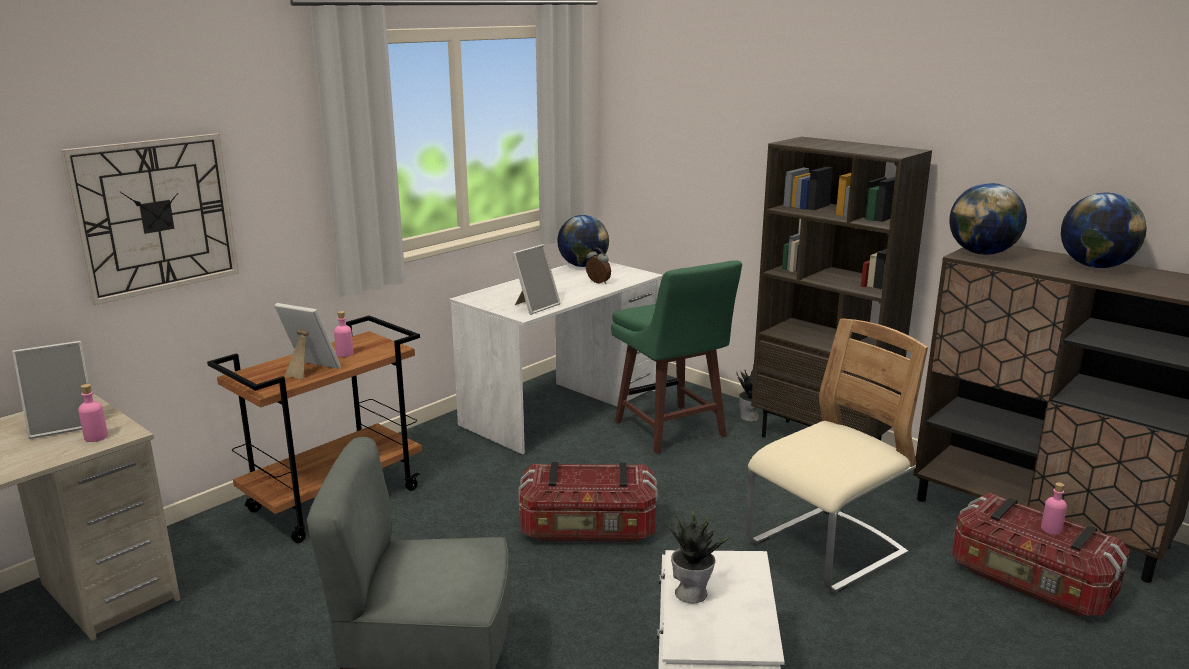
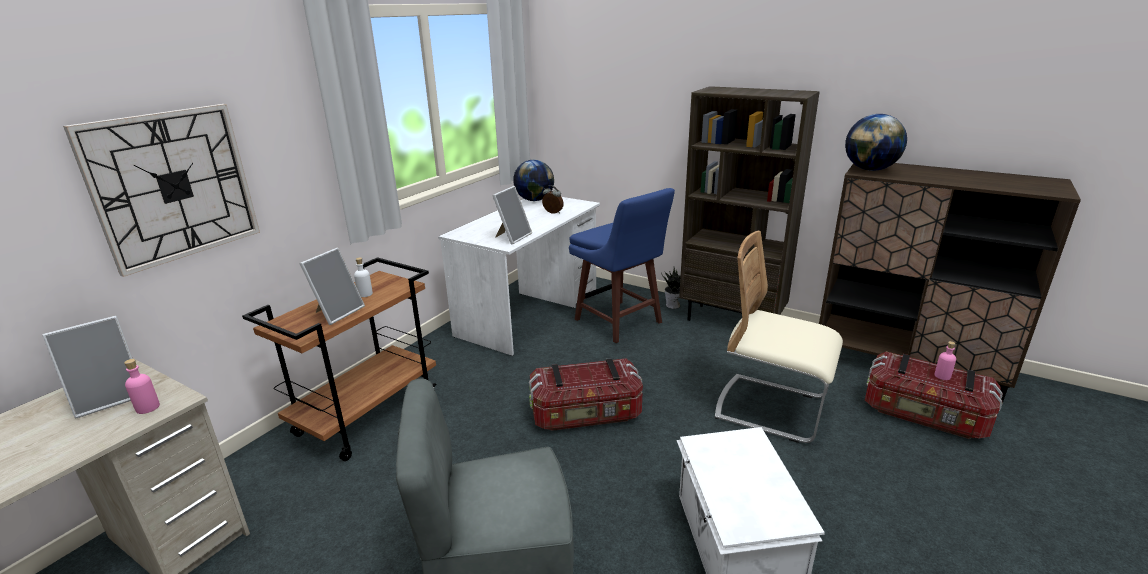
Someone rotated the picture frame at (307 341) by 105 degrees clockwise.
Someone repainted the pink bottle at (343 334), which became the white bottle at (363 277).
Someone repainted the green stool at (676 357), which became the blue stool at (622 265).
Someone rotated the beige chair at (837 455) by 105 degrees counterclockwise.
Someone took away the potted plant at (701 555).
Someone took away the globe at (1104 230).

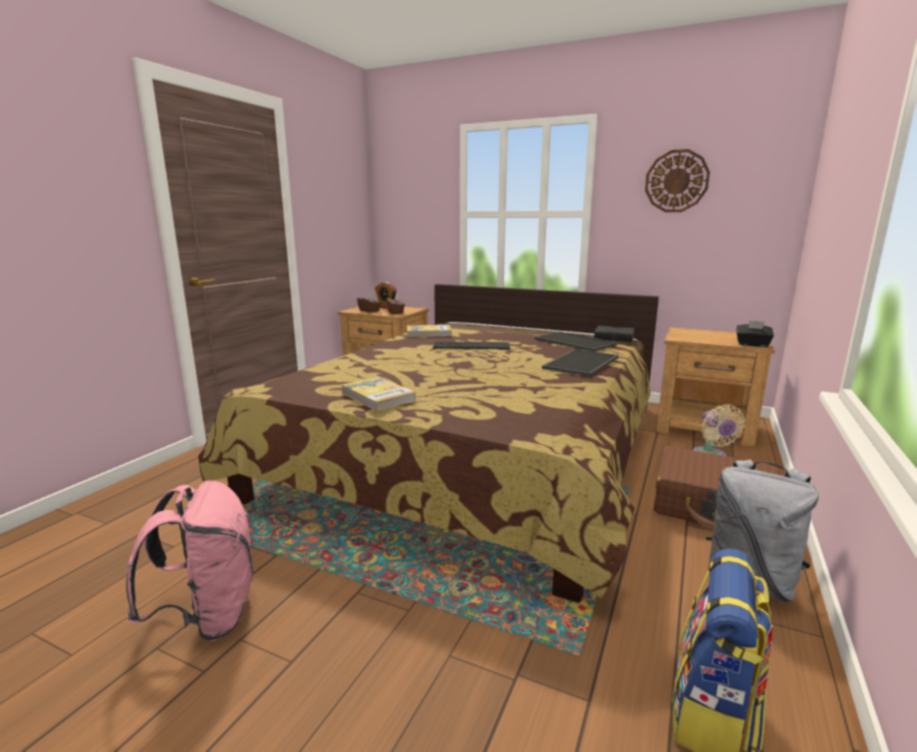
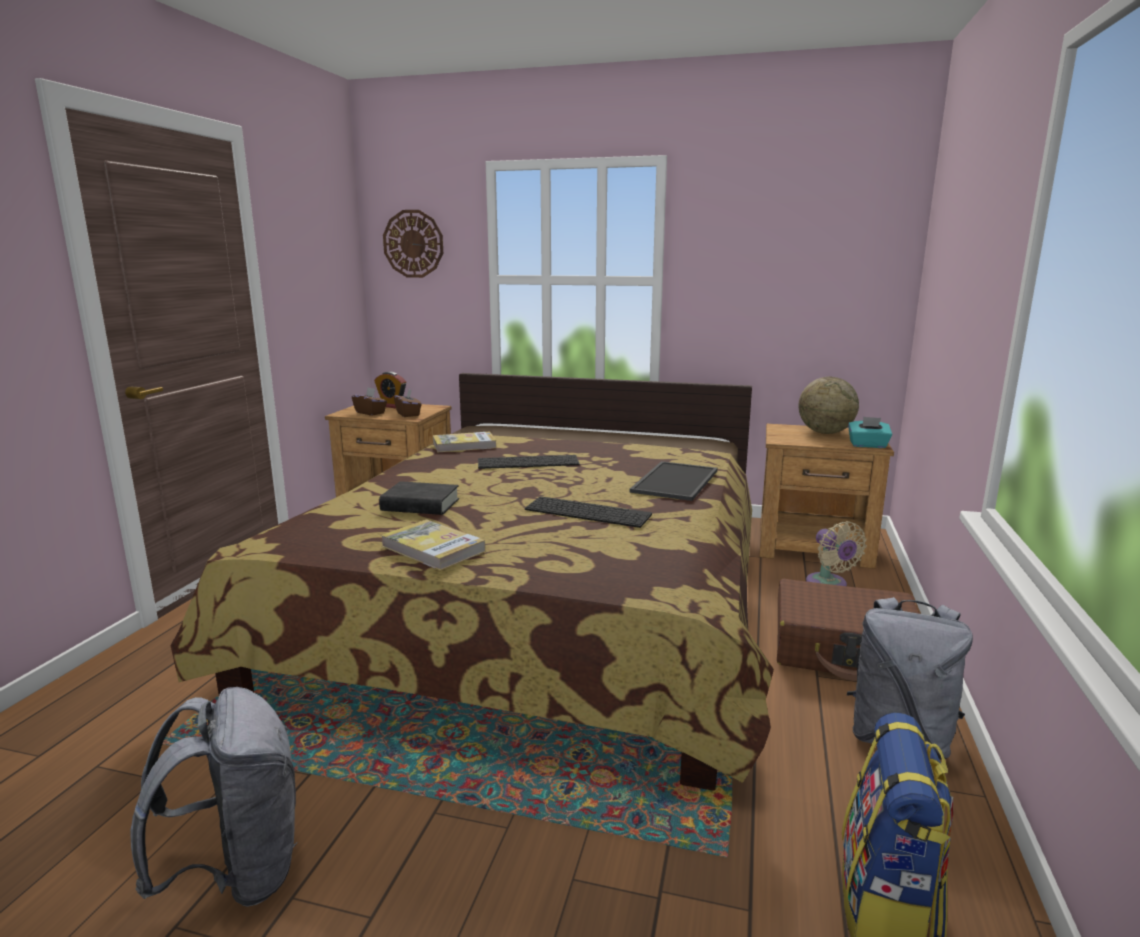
Someone repainted the pink backpack at (189 560), which became the grey backpack at (214 797).
Someone carried the black book from (614 334) to (419 498).
Someone carried the wall clock from (677 180) to (413 244).
Someone put down the keyboard at (588 512).
Someone put down the globe at (829 405).
Someone repainted the black tissue box at (755 333), which became the turquoise tissue box at (870 432).
Someone took away the tray at (576 341).

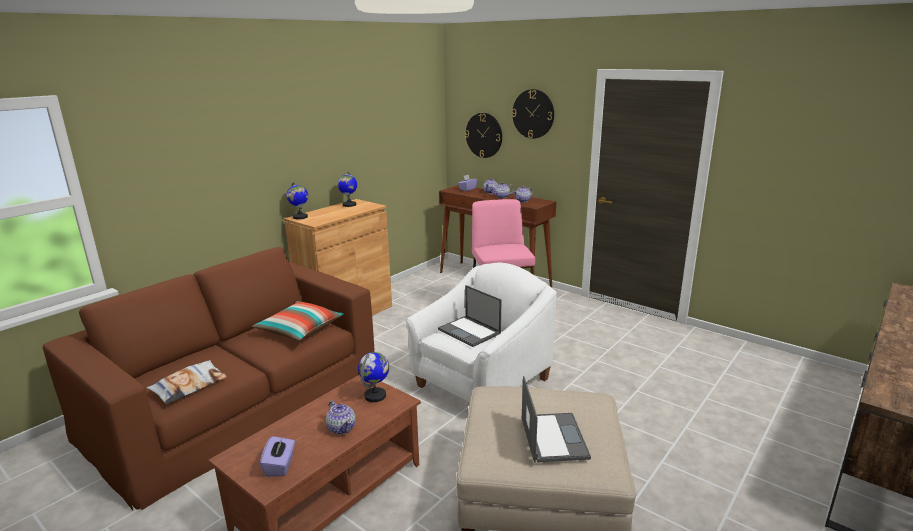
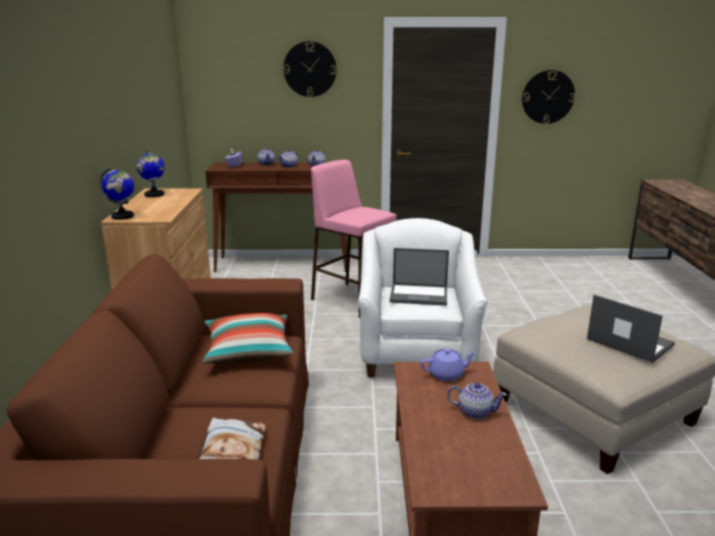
Someone swapped the globe at (373 377) for the purple teapot at (449 365).
Someone carried the wall clock from (483 135) to (548 97).
Someone took away the purple tissue box at (277 456).

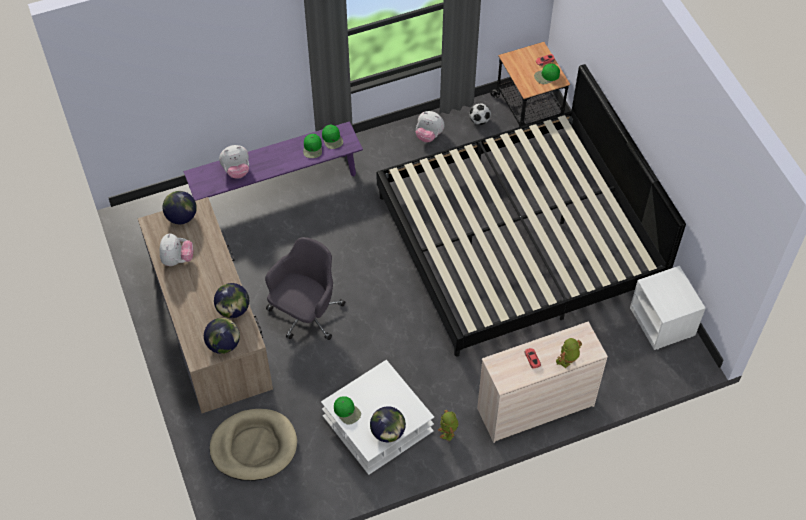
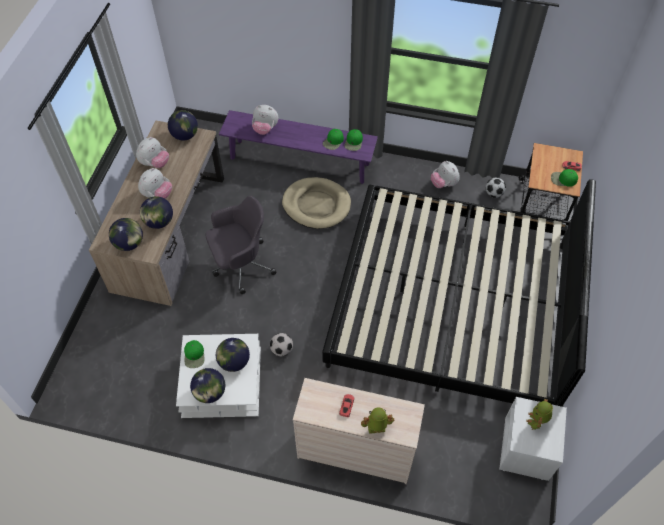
Someone put down the plush toy at (155 183).
Someone put down the globe at (233 355).
Someone put down the football at (281 344).
Someone carried the beige dog bed from (253 445) to (316 203).
Someone carried the toy robot from (448 426) to (539 414).

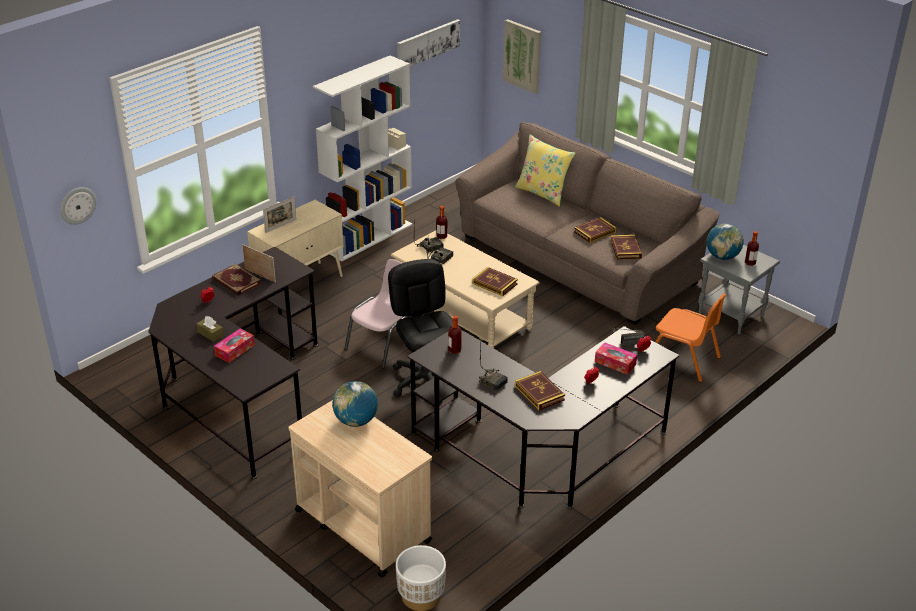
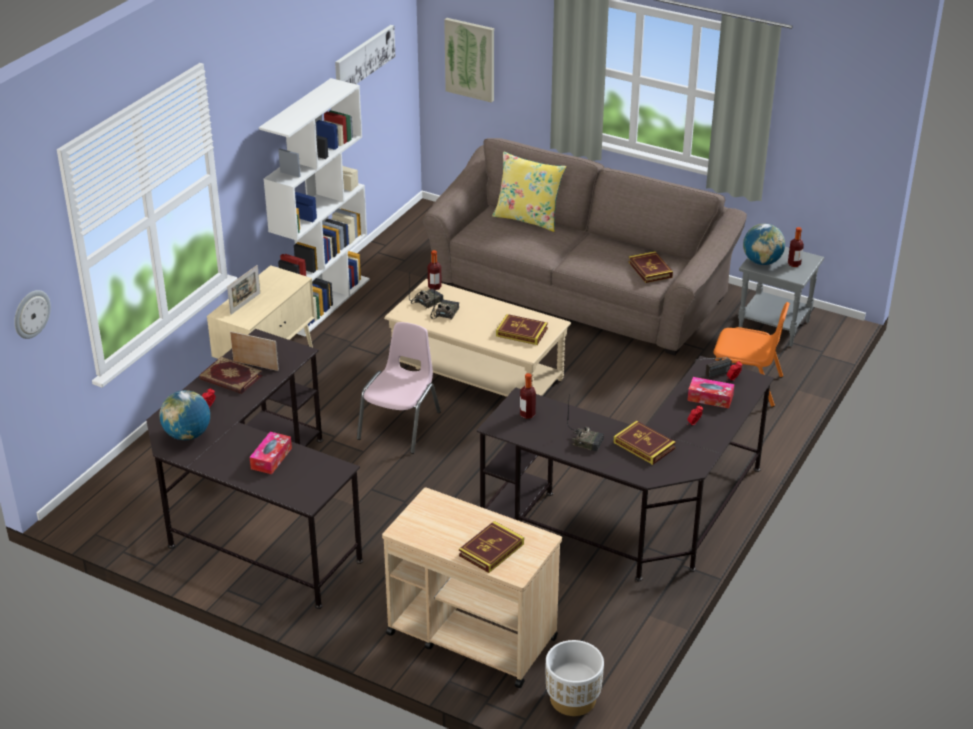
Someone carried the globe from (355 404) to (184 415).
Someone carried the book from (595 230) to (491 547).
Someone took away the brown tissue box at (210 329).
Someone took away the black office chair at (420 331).

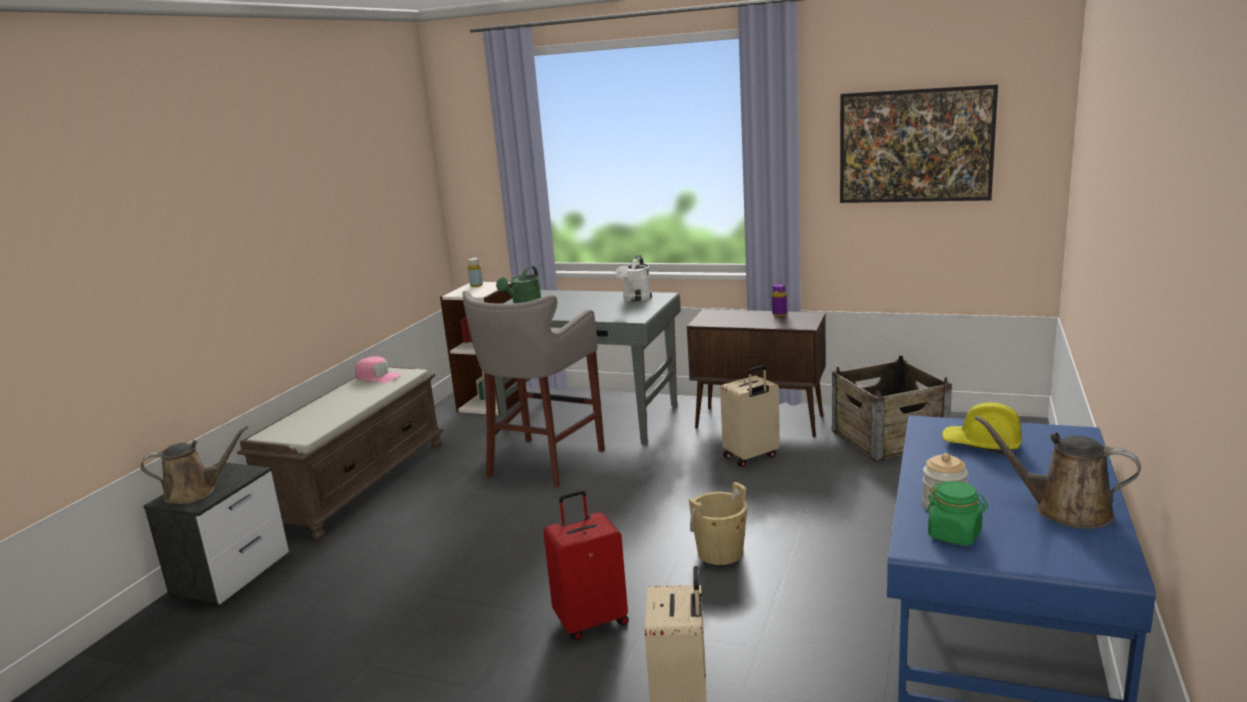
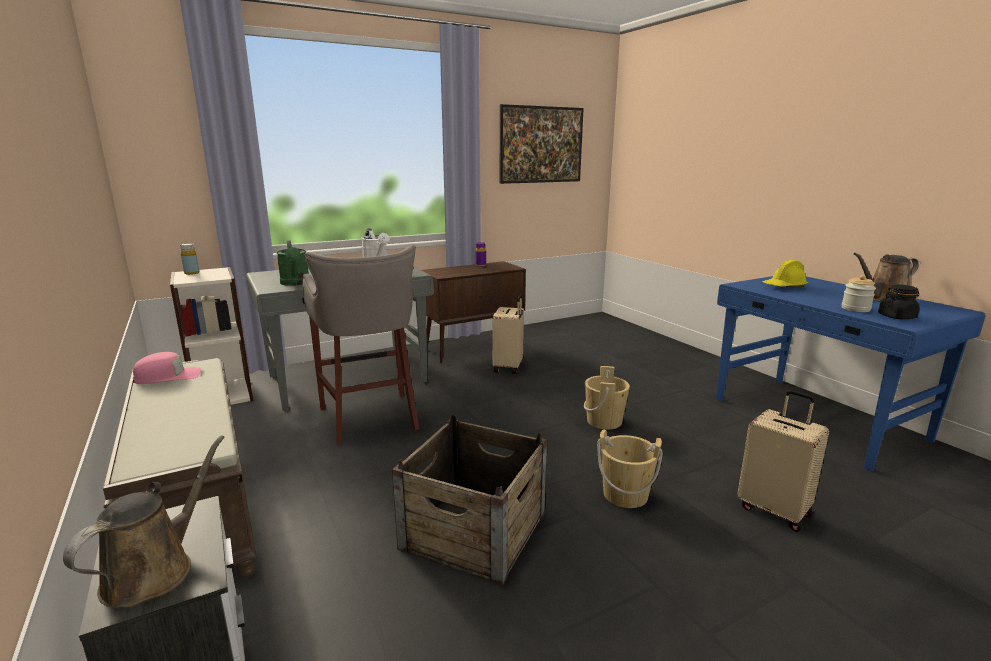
Someone carried the crate from (892 409) to (469 500).
Someone swapped the red suitcase at (586 565) for the beige bucket at (630 468).
Someone repainted the green jar at (957 513), which became the black jar at (899 301).

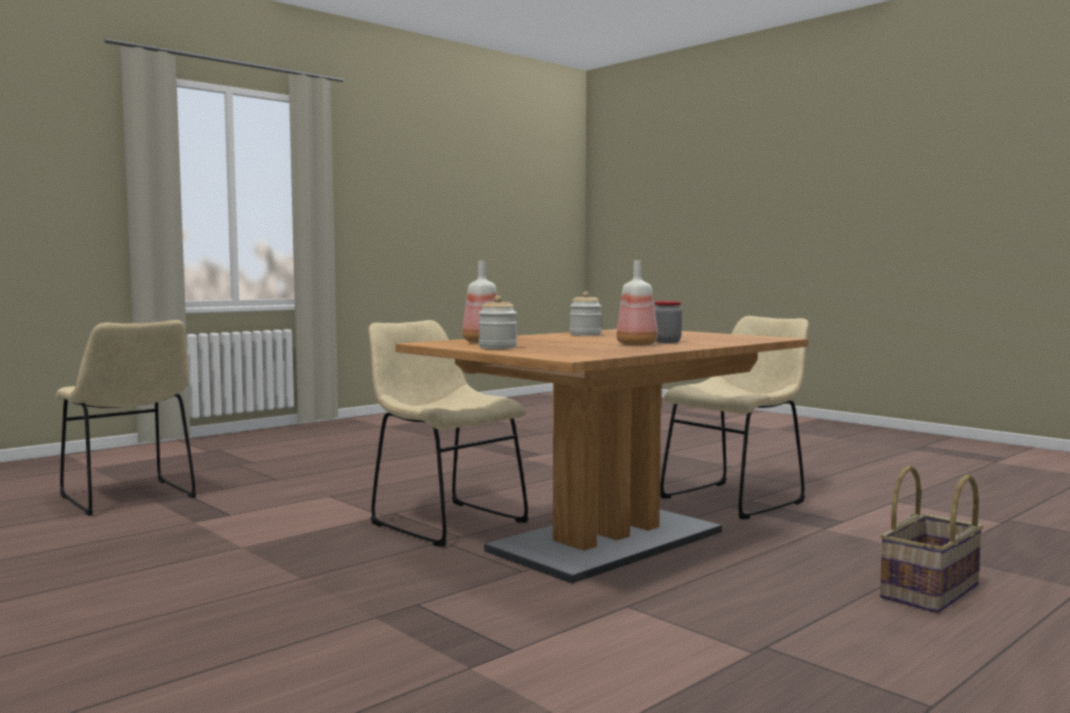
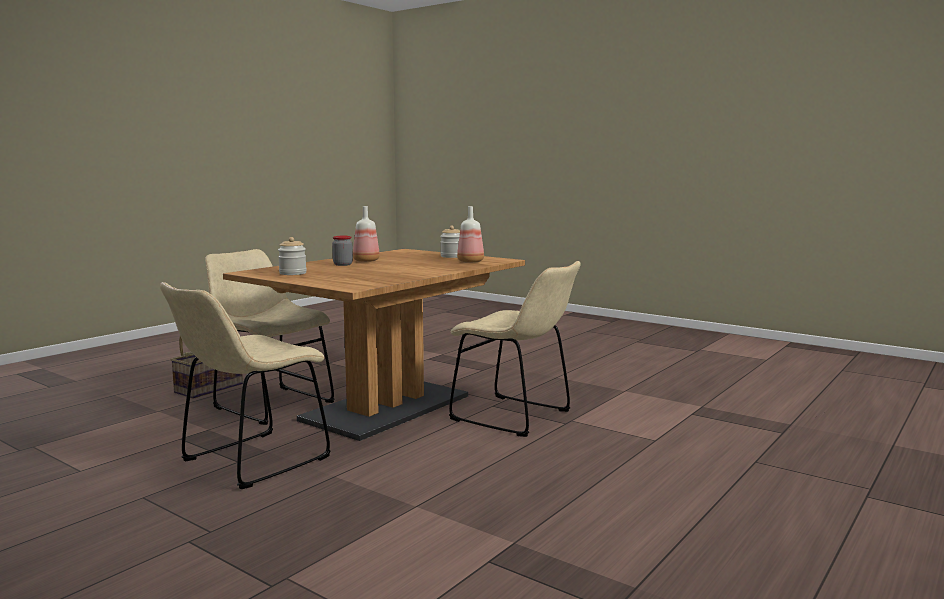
Someone carried the beige chair from (125 417) to (270 337).
Someone carried the jar from (586 313) to (292 256).

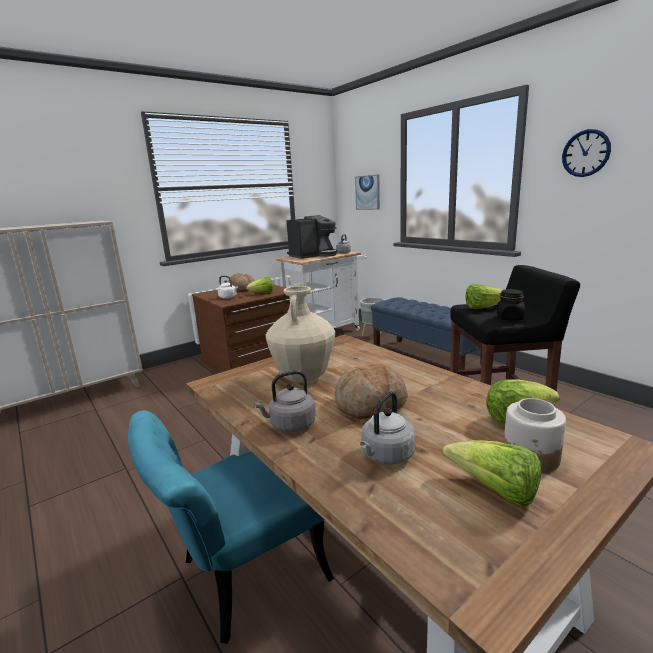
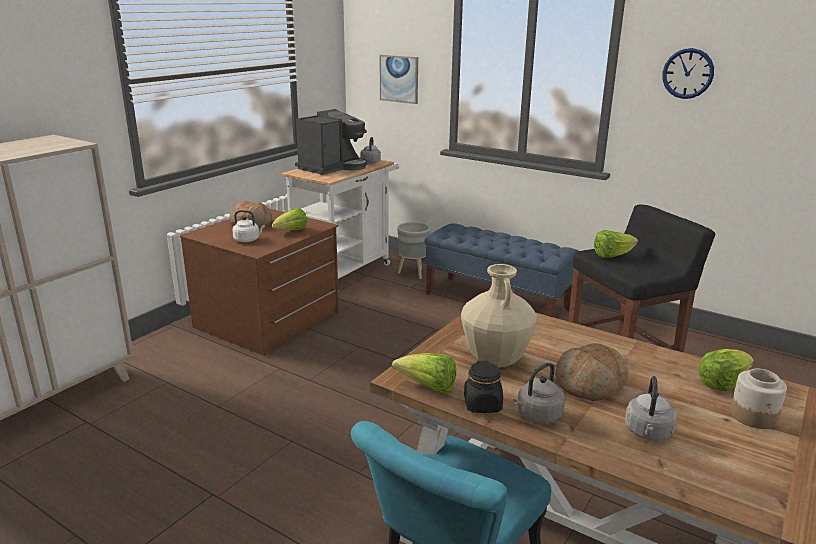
Someone carried the lettuce from (492 473) to (424 373).
Someone carried the black jar from (511 304) to (483 387).

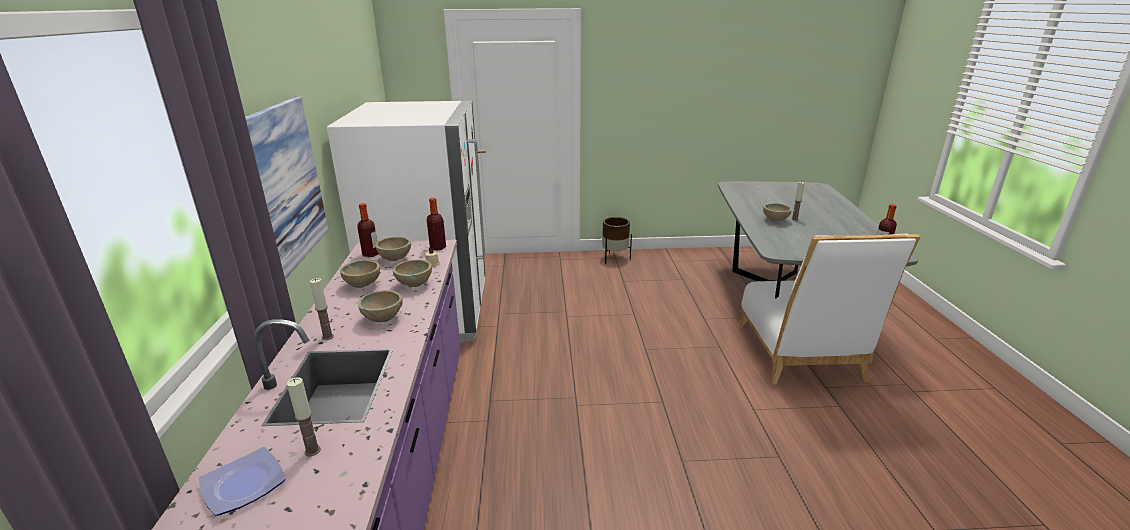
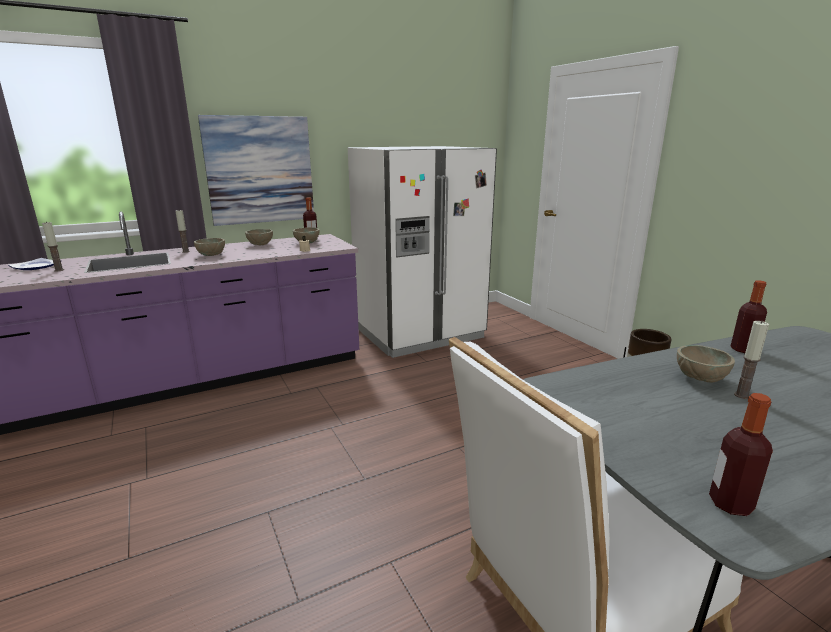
Someone carried the bottle from (436 224) to (749 316).
Someone took away the beige bowl at (412 273).

